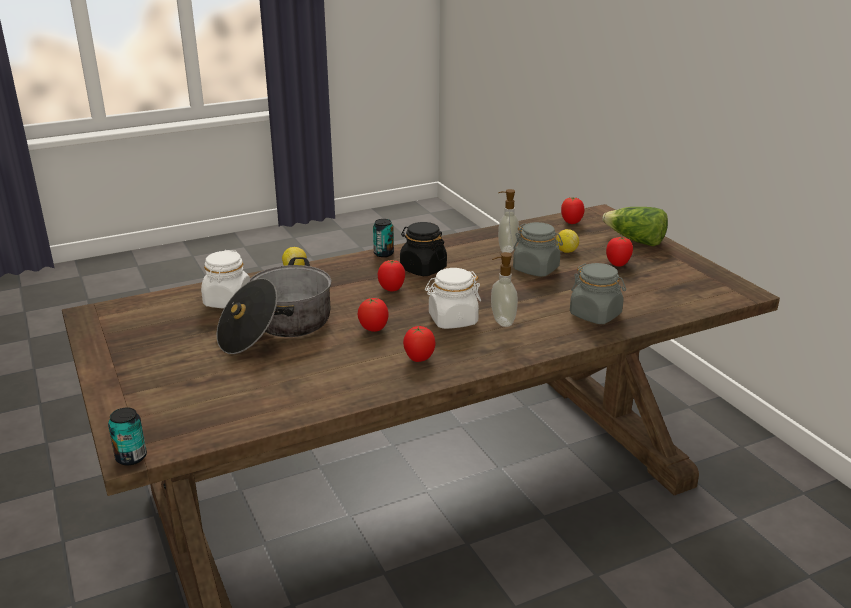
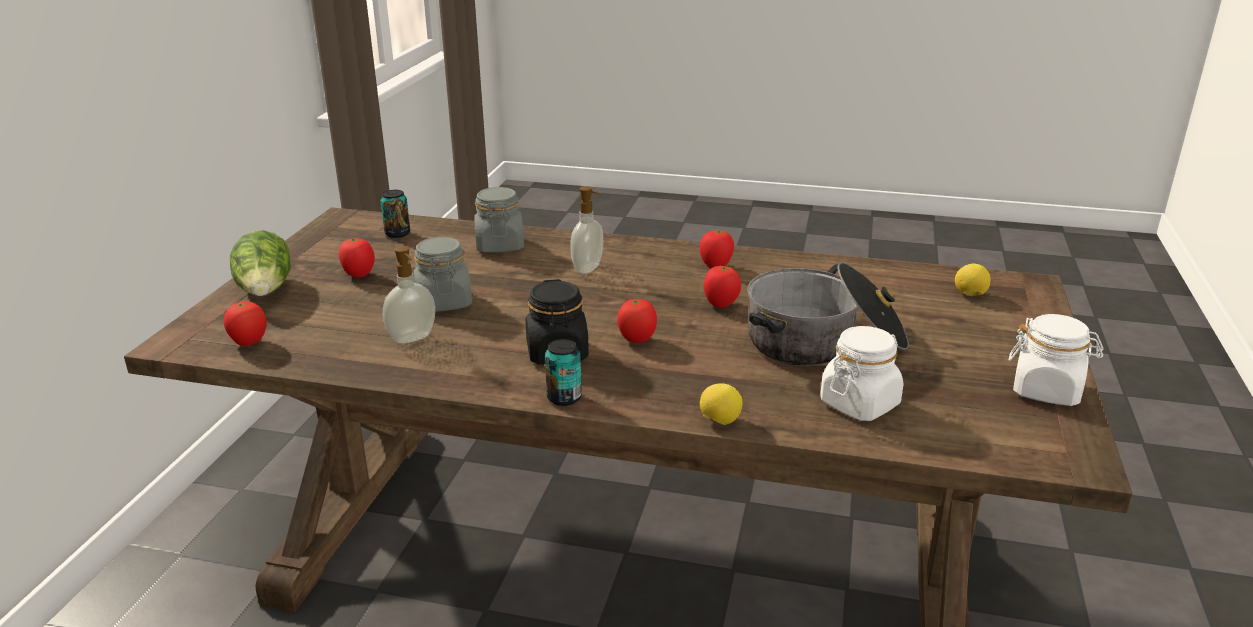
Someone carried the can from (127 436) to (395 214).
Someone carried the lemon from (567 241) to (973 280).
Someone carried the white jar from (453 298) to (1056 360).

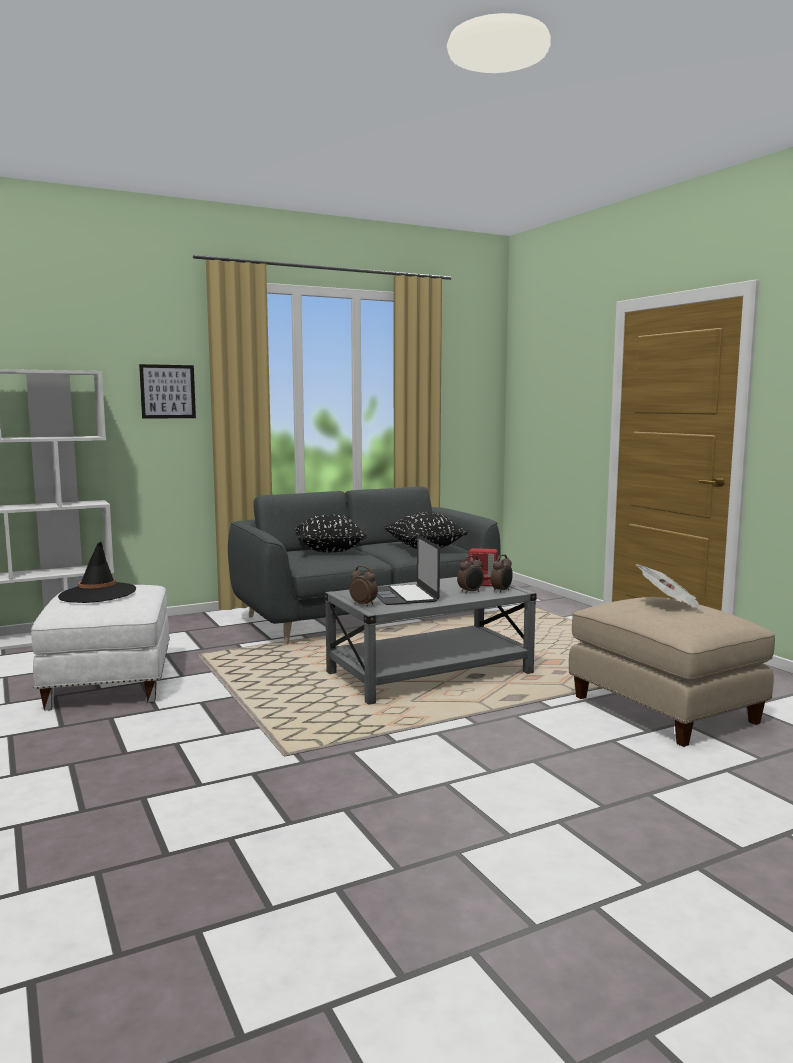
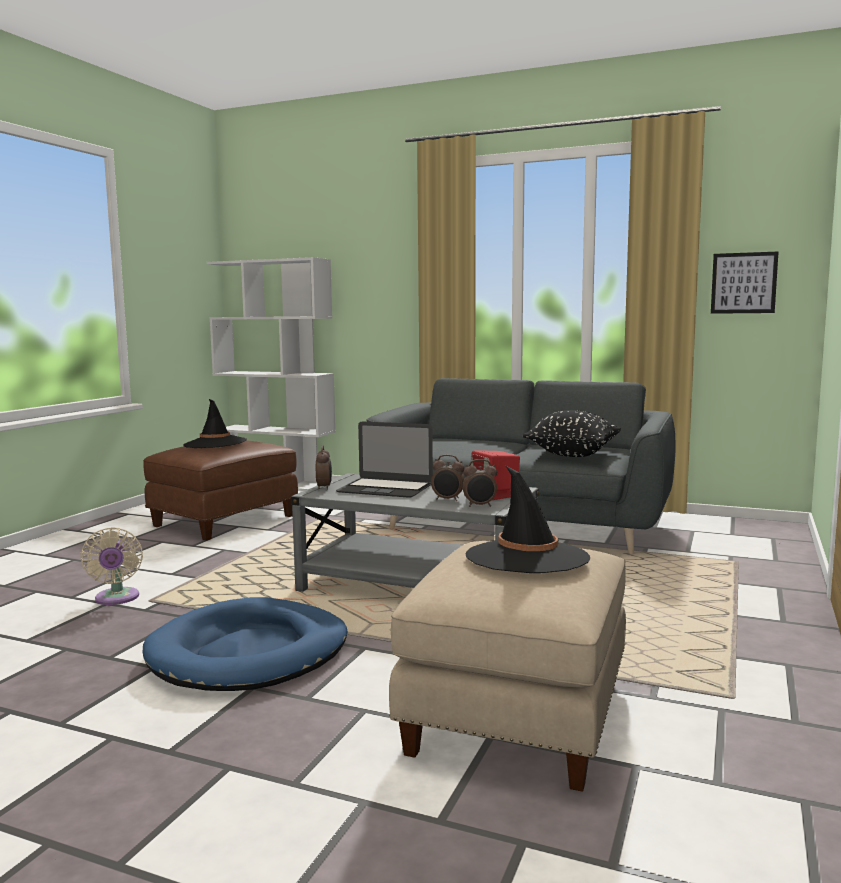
Someone put down the beige fan at (111 566).
Someone repainted the white ottoman at (100 648), which became the brown ottoman at (220 490).
Someone put down the blue dog bed at (245 644).
Someone rotated the laptop at (408 570) by 105 degrees counterclockwise.
Someone swapped the newspaper at (670 587) for the black hat at (527 519).
Someone carried the picture from (167 391) to (745 282).
Someone took away the black pillow at (331 533).

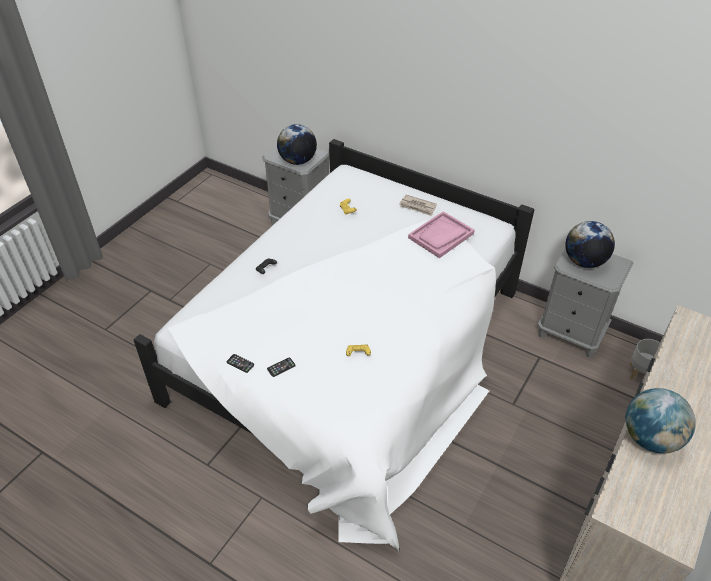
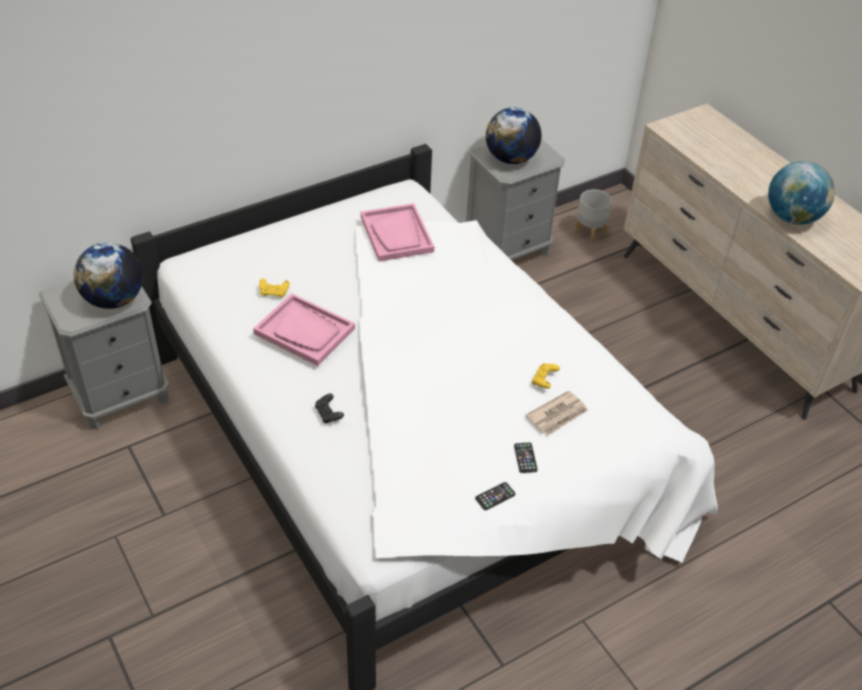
Someone put down the pink tray at (304 329).
Someone carried the newspaper from (418 205) to (556 413).

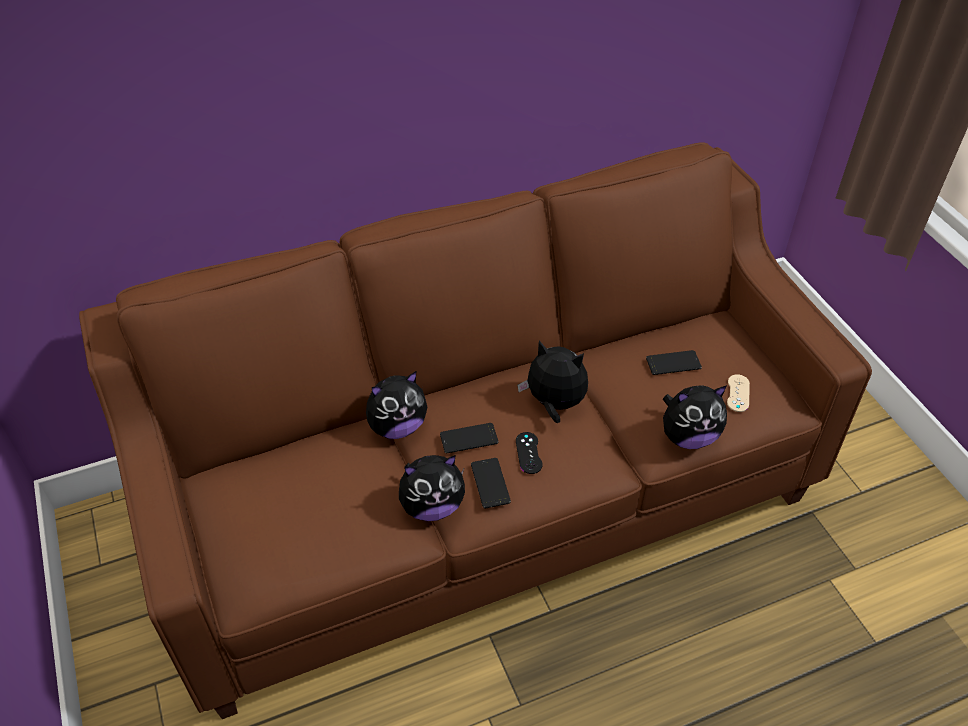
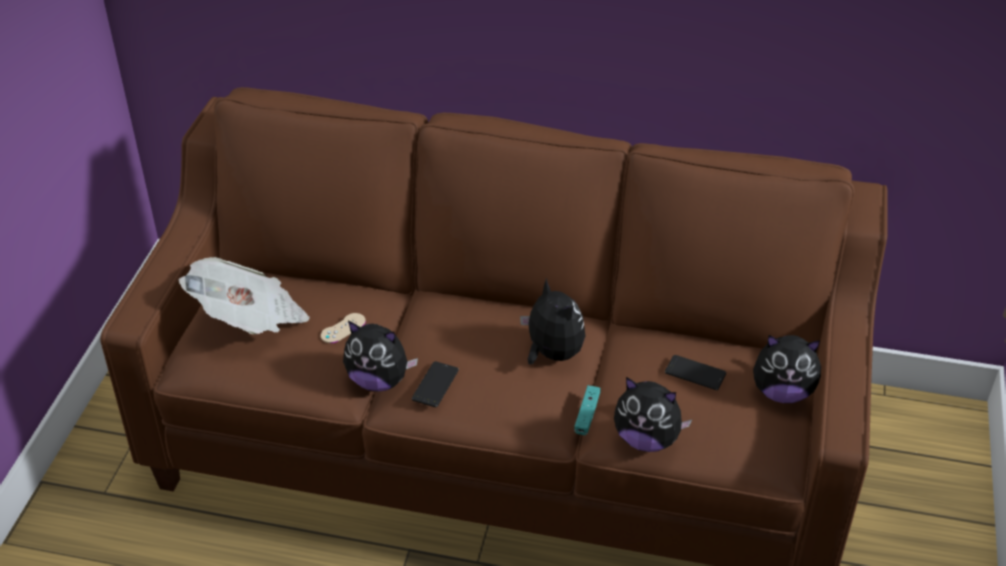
Someone put down the newspaper at (244 296).
Someone carried the beige game controller from (738 393) to (343 328).
Someone put down the turquoise game controller at (587 410).
Someone carried the plush toy from (396 405) to (787 369).
Someone took away the phone at (469 438).
Someone took away the black game controller at (529 453).

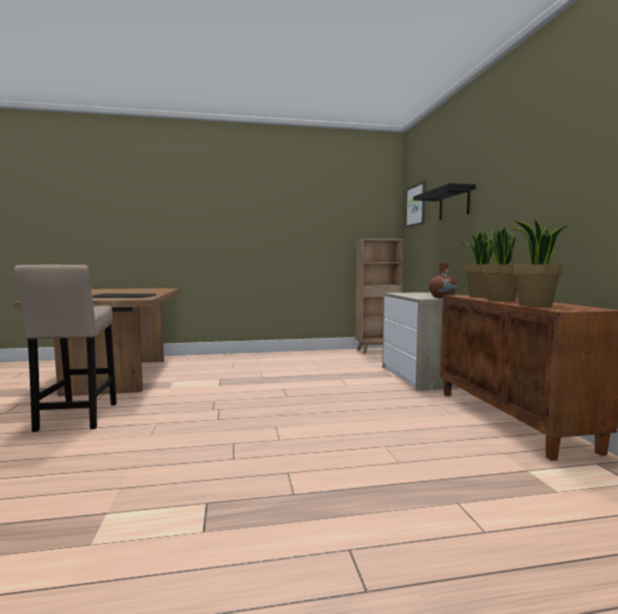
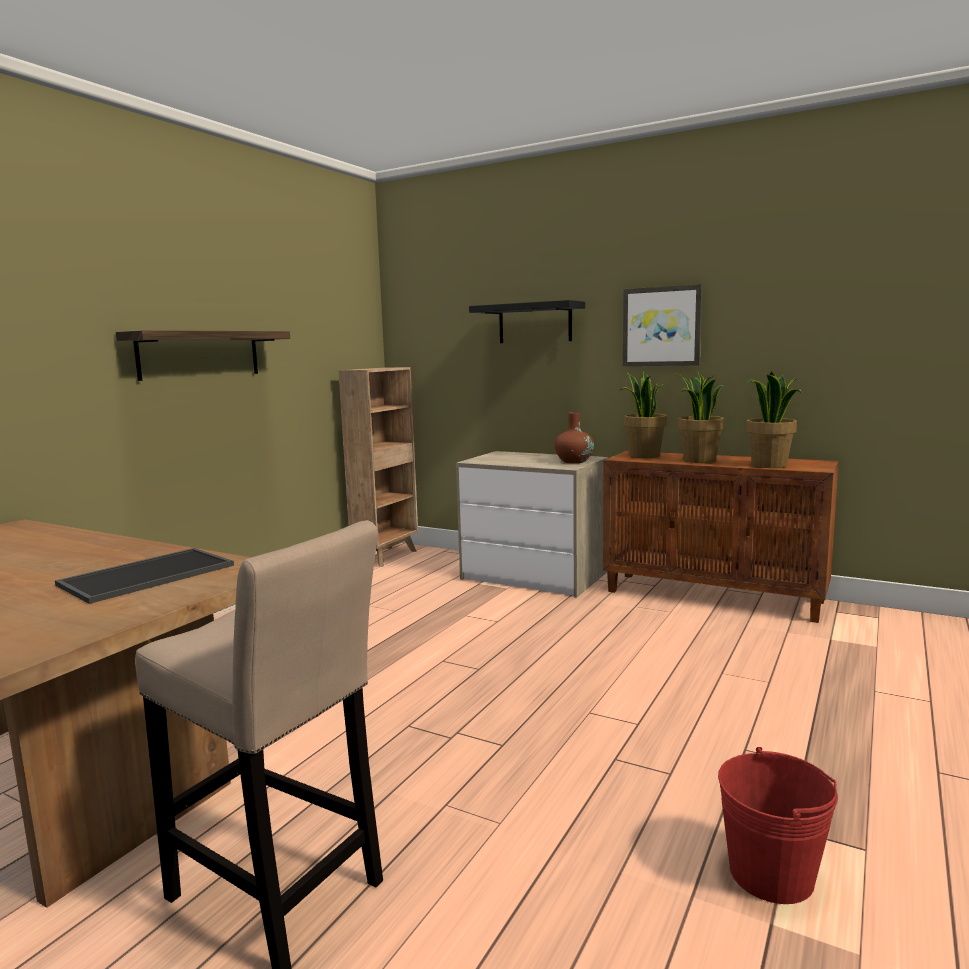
Someone put up the shelf at (203 355).
Someone carried the picture from (415 204) to (662 325).
Someone put down the red bucket at (778 825).

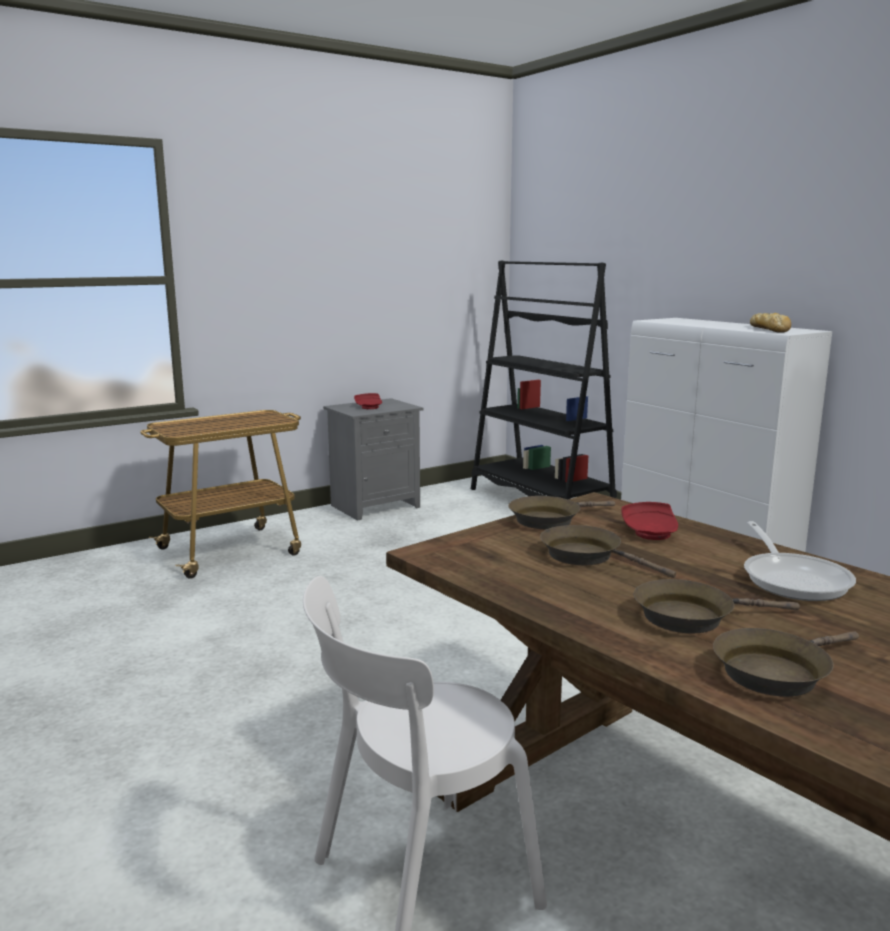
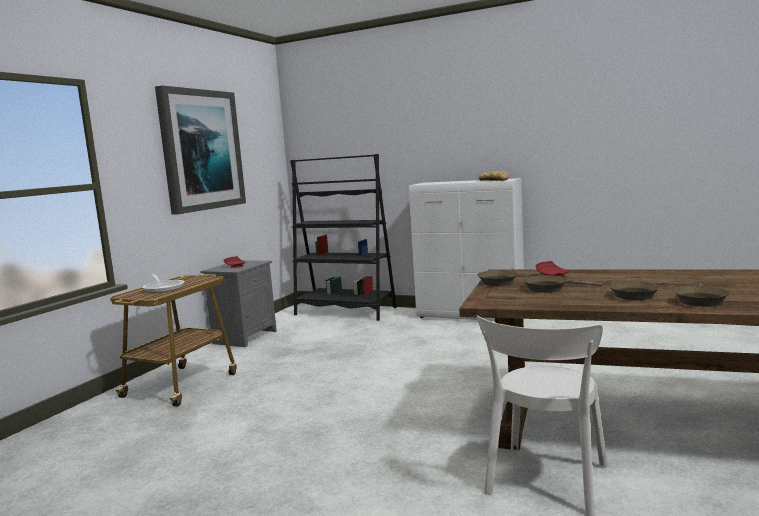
Someone carried the frying pan from (800 561) to (163 283).
Someone put up the picture at (200 150).

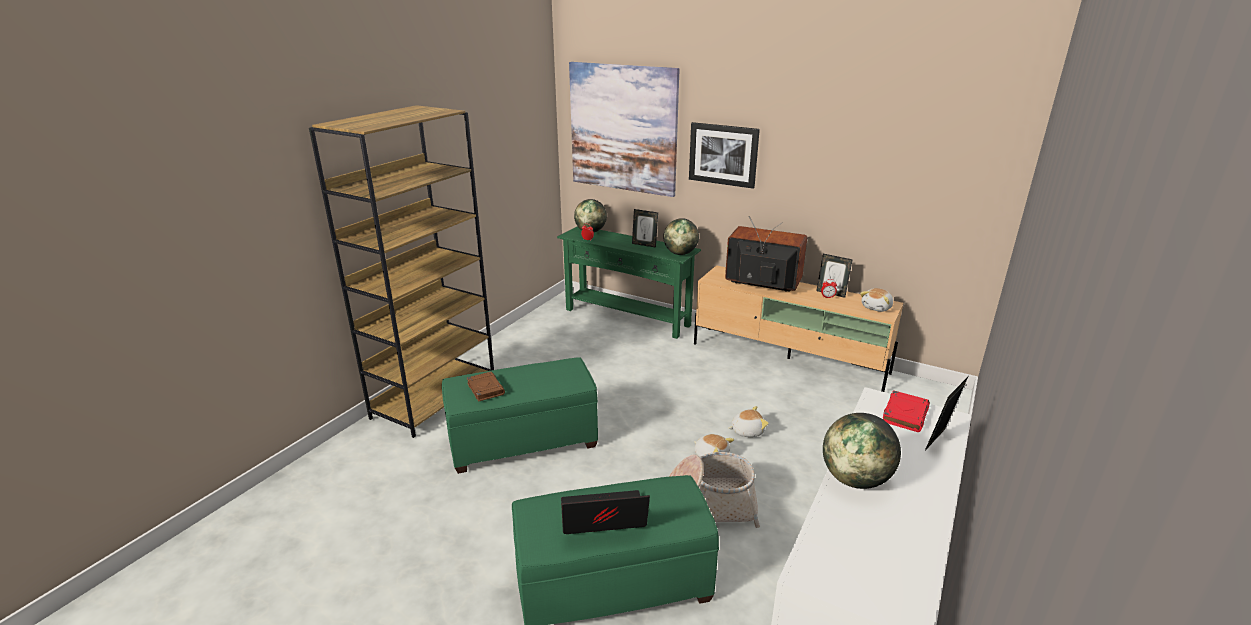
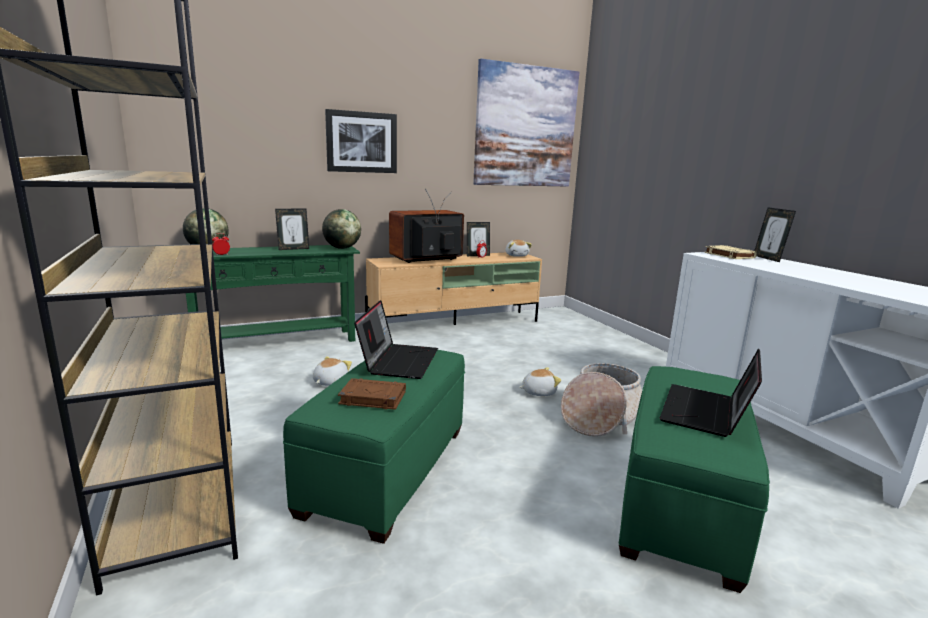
Someone carried the plush toy from (748 421) to (332 371).
Someone put down the laptop at (396 339).
Someone carried the picture from (624 129) to (526 123).
Someone repainted the red book at (906 411), which became the beige book at (730 252).
Someone took away the globe at (862 451).

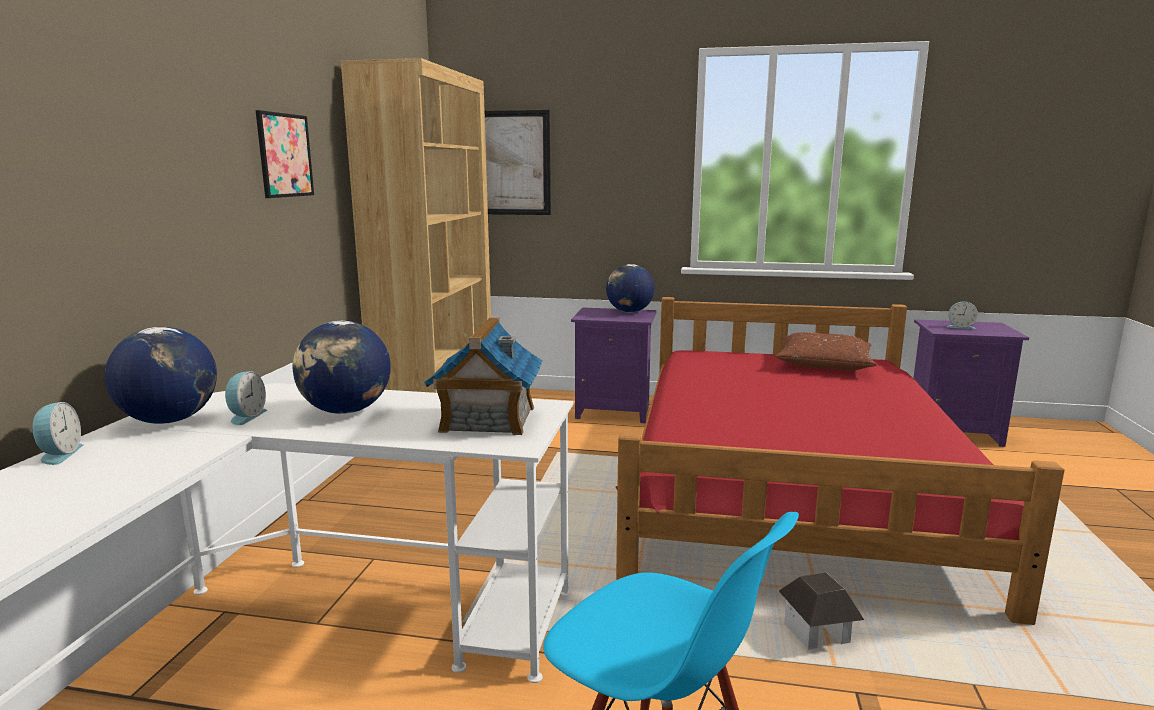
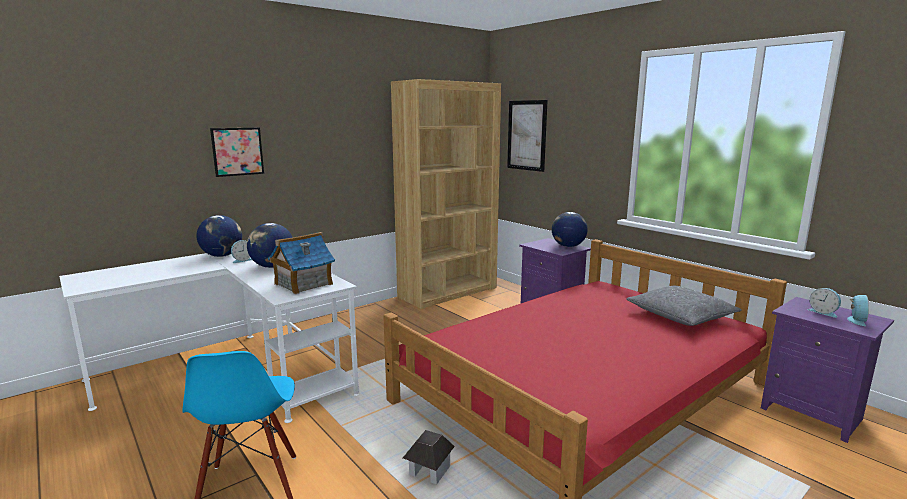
Someone carried the picture from (285 154) to (237 152).
Someone repainted the brown pillow at (826 351), which became the grey pillow at (684 306).
Someone carried the alarm clock from (57 433) to (858 310).

